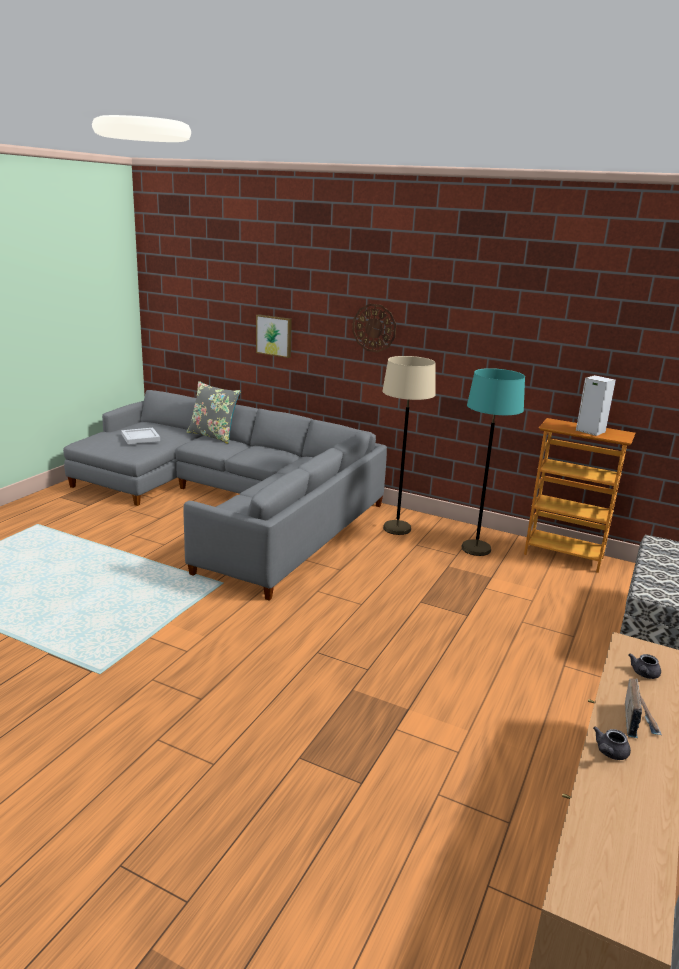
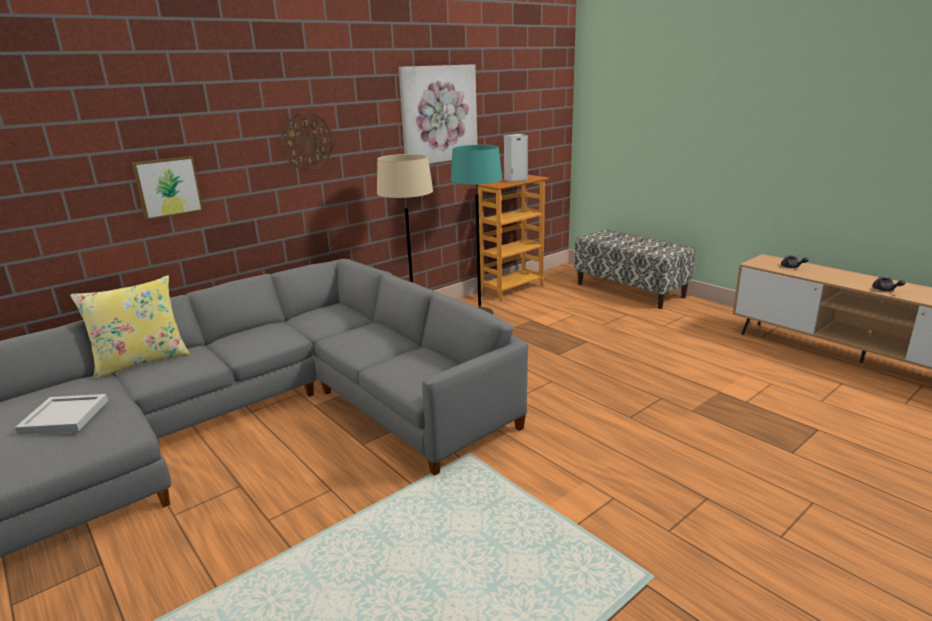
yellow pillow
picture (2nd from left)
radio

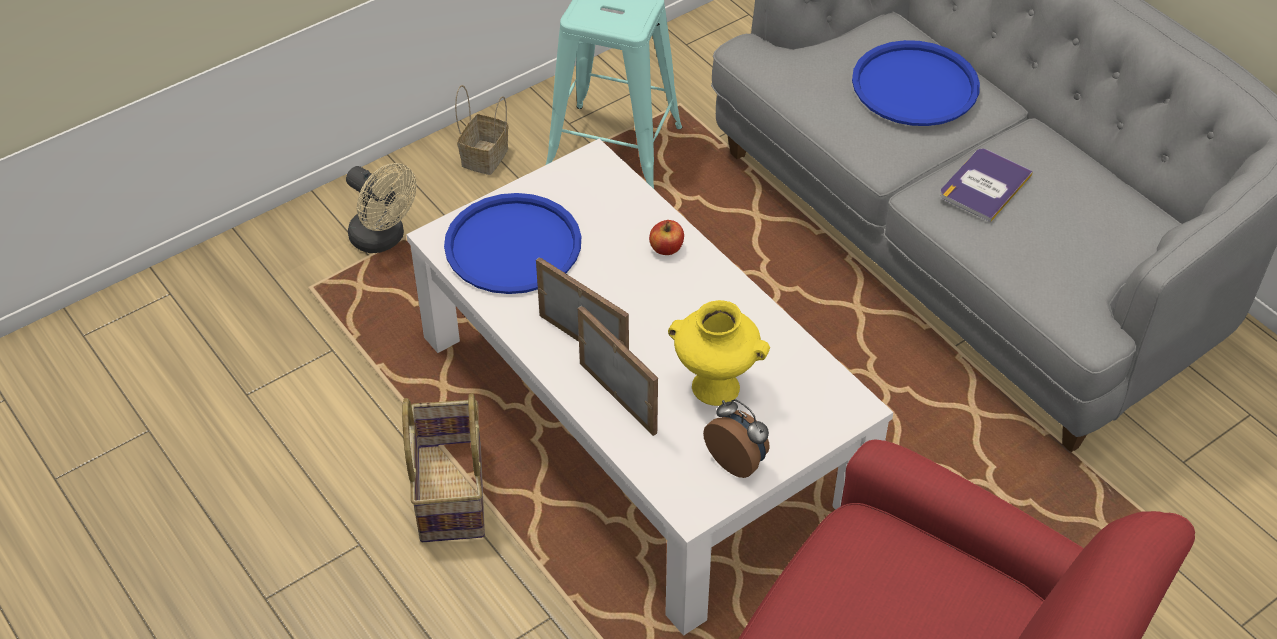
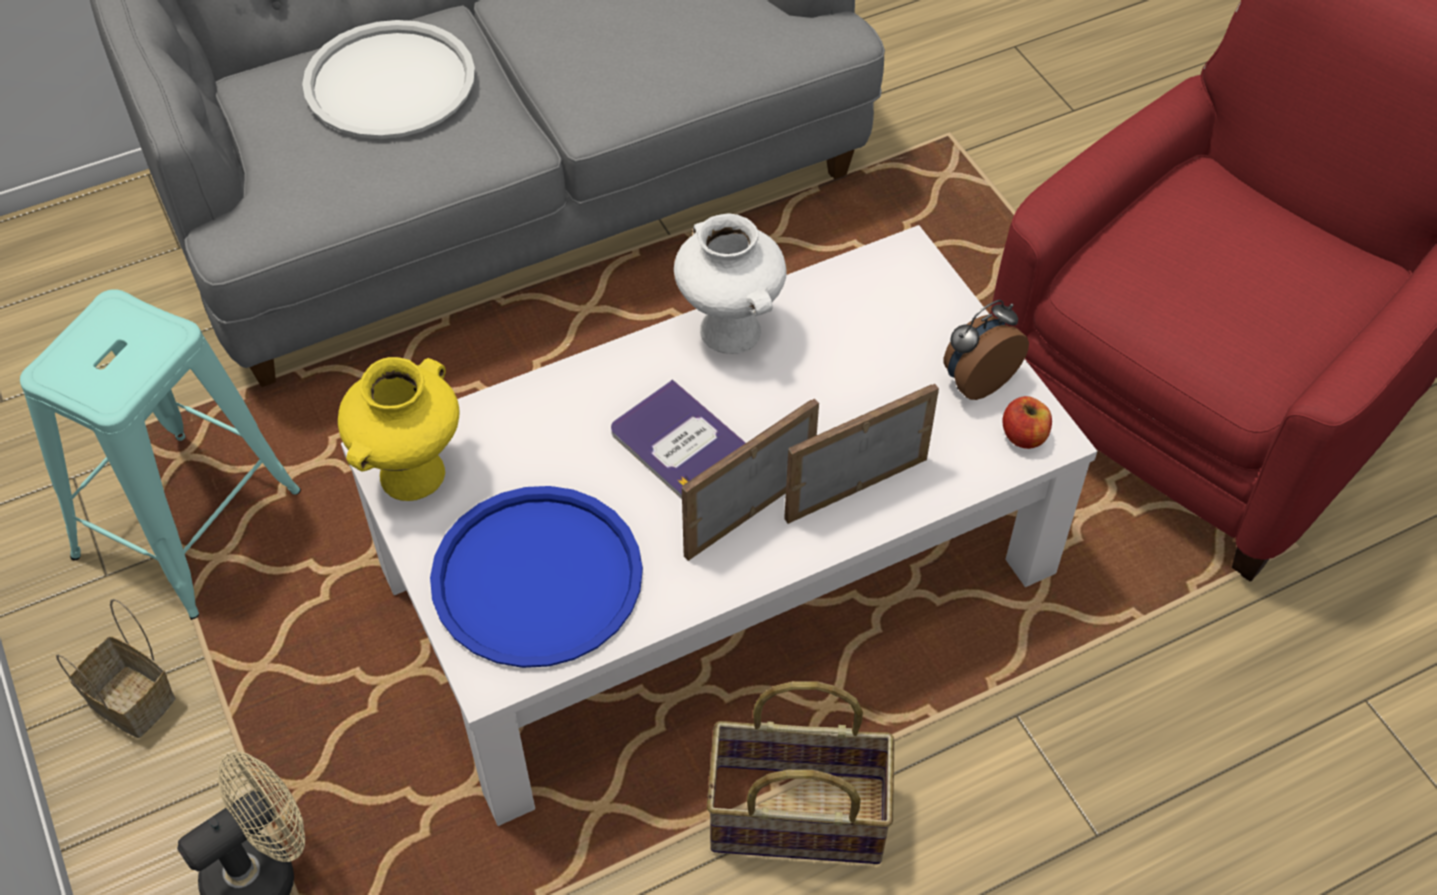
white tray
yellow vase
book
white vase
apple

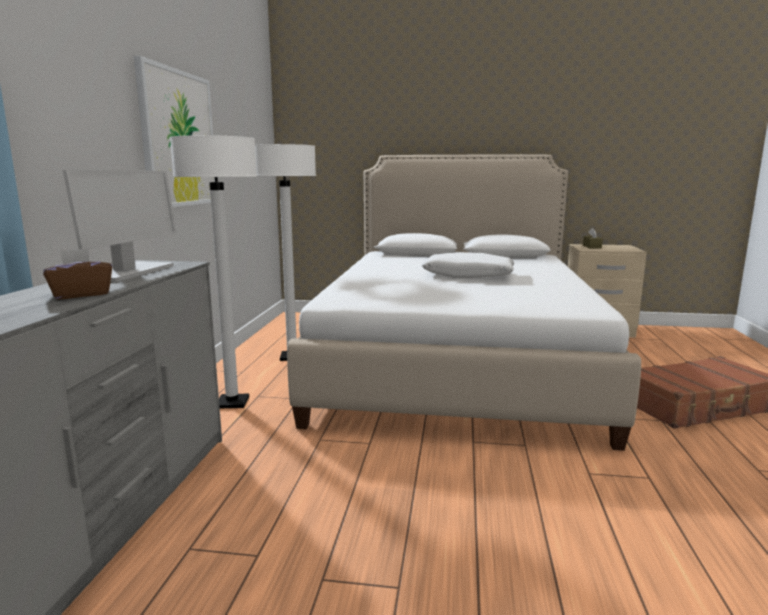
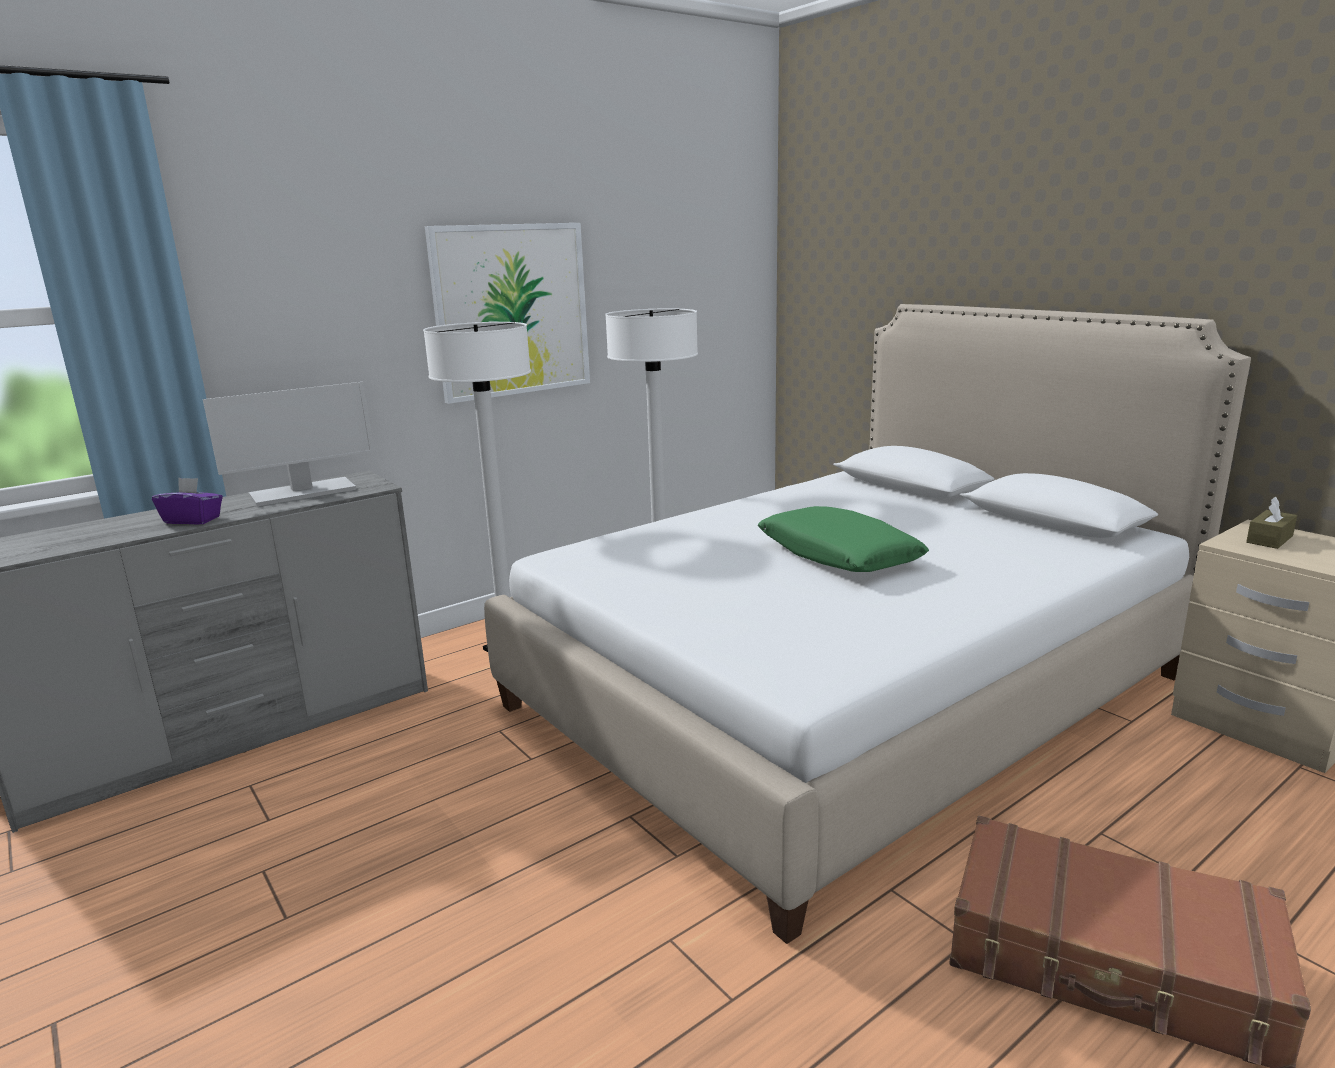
purple tissue box
green pillow

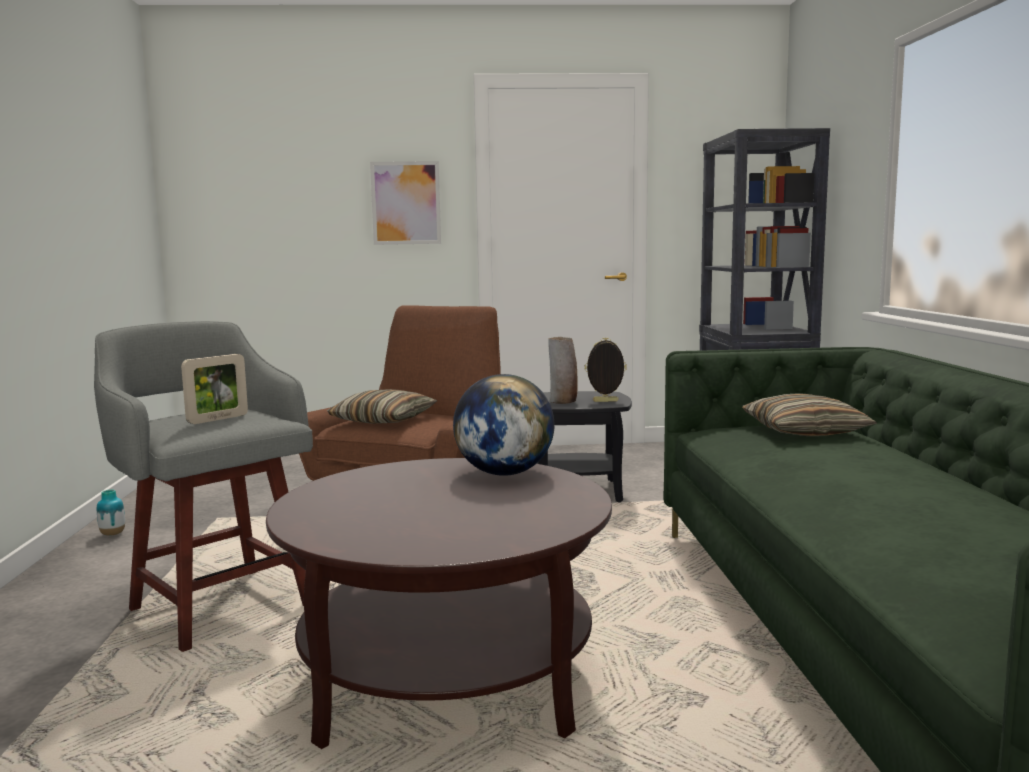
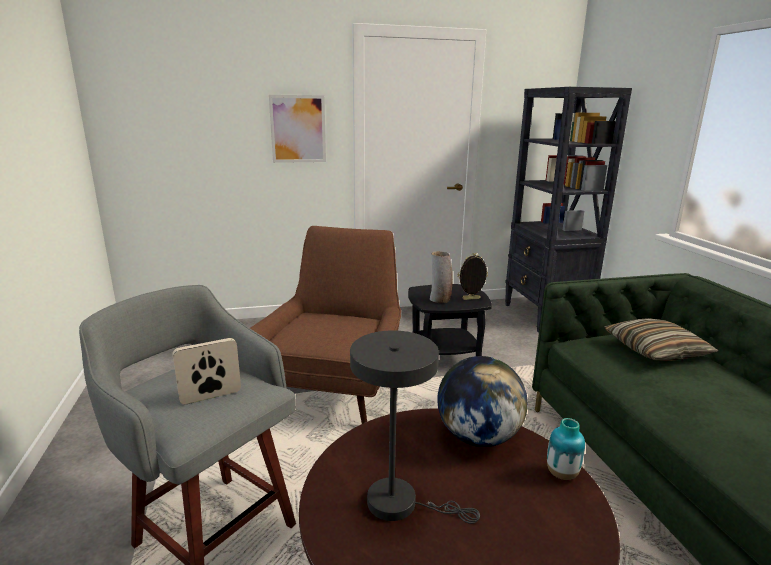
picture frame (1st from left)
grey table lamp
vase (2nd from left)
pillow (1st from left in the first image)

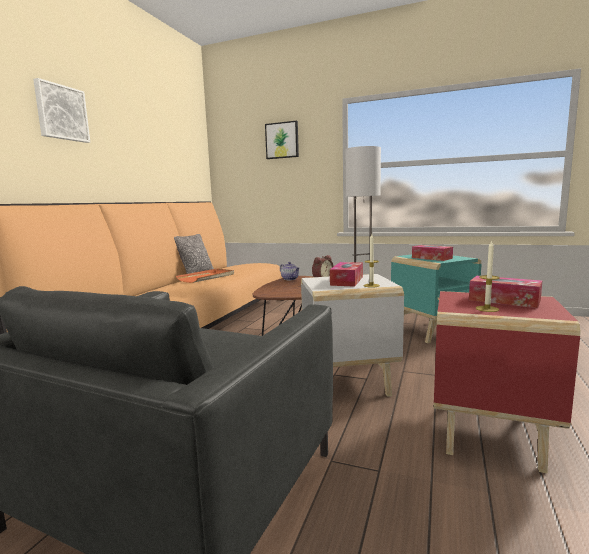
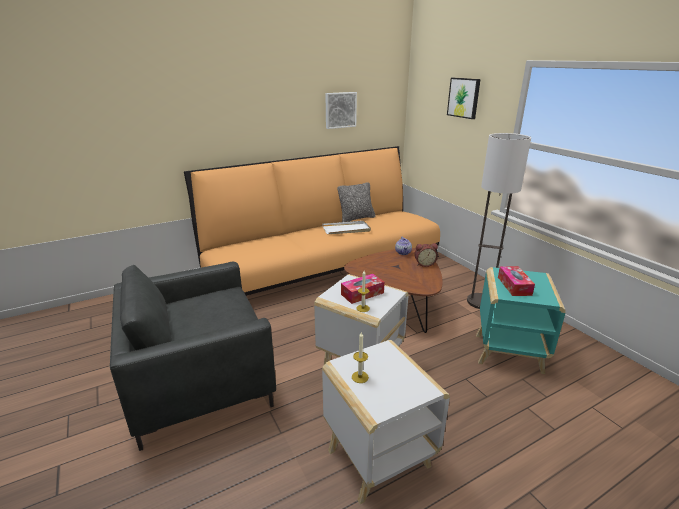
white side table (2nd from left)
white tray
picture (1st from left)
tissue box (3rd from left in the first image)

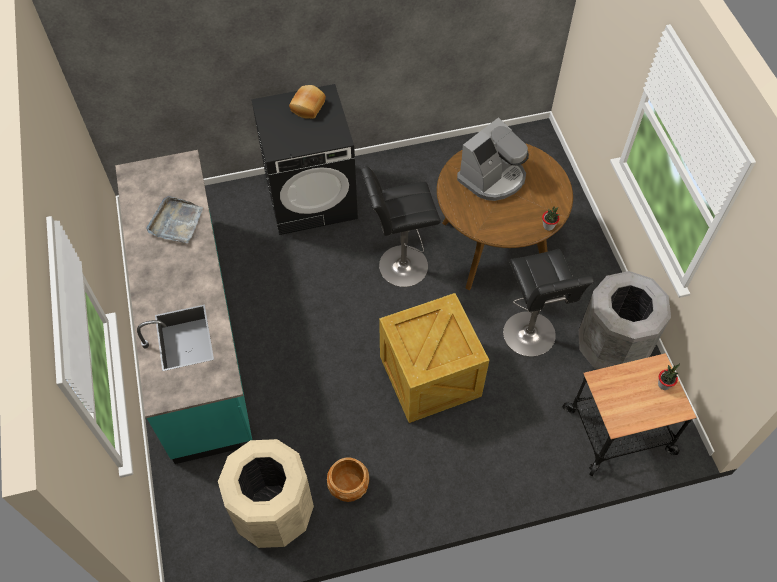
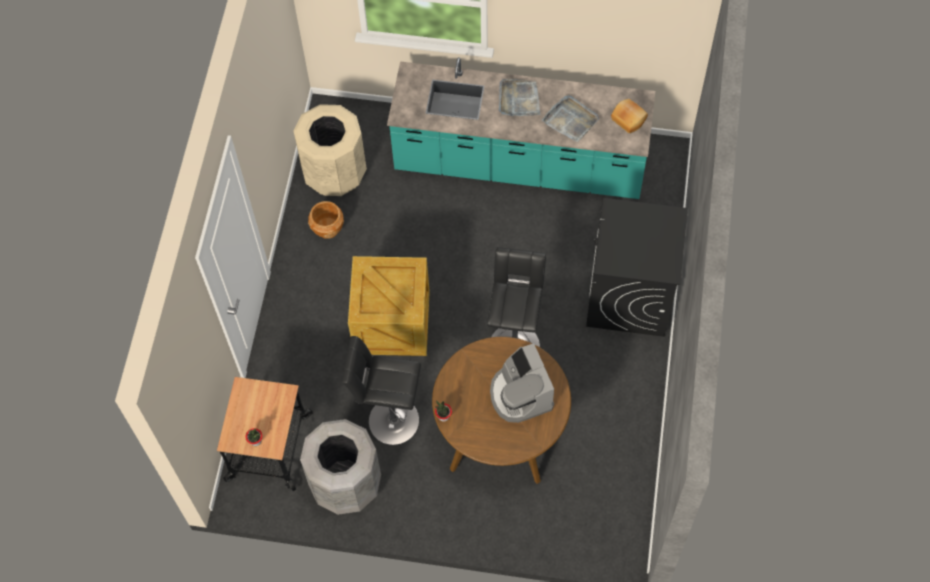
grey tray (1st from left)
bread

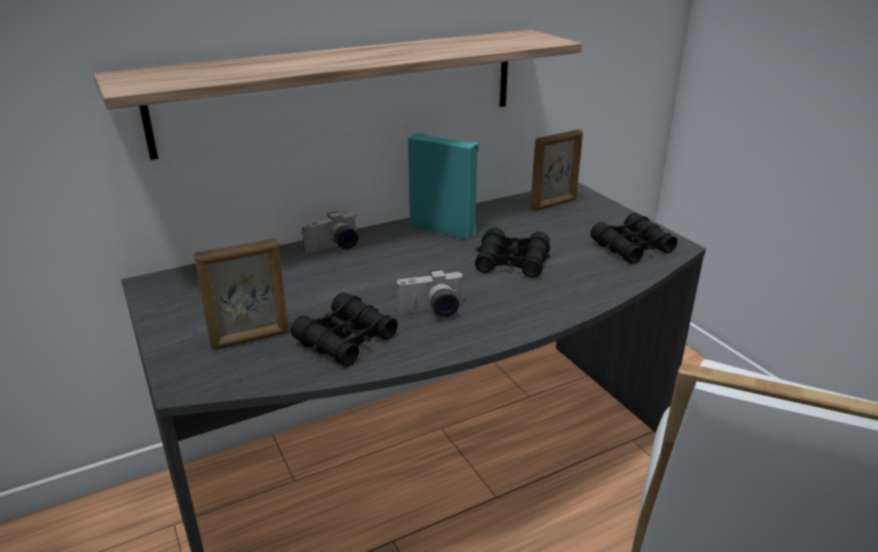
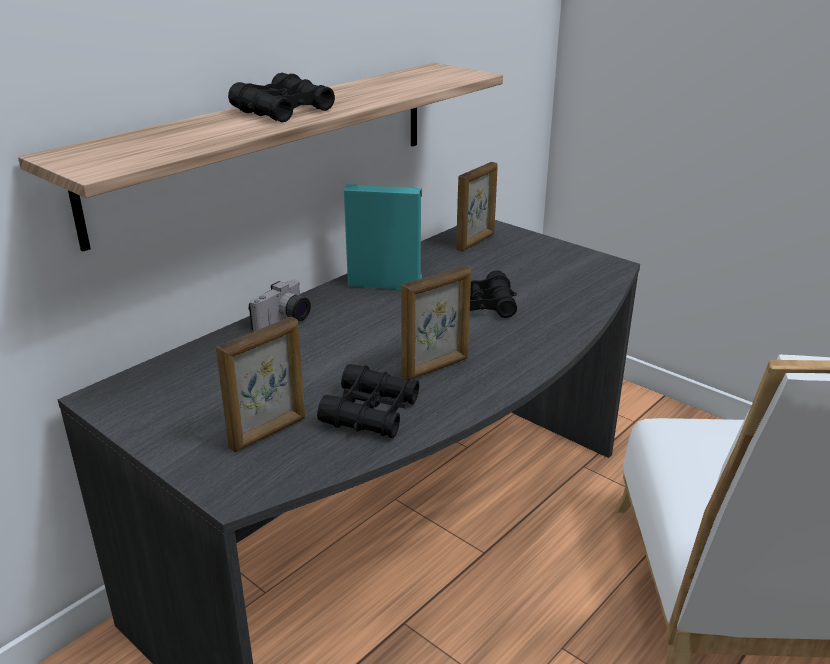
black binoculars (1st from left)
picture frame (2nd from left)

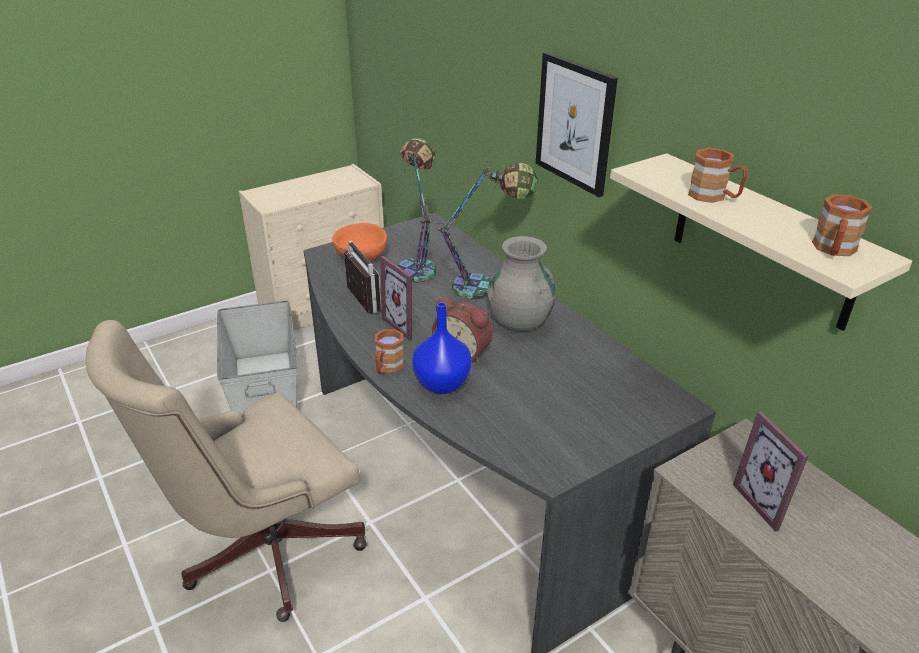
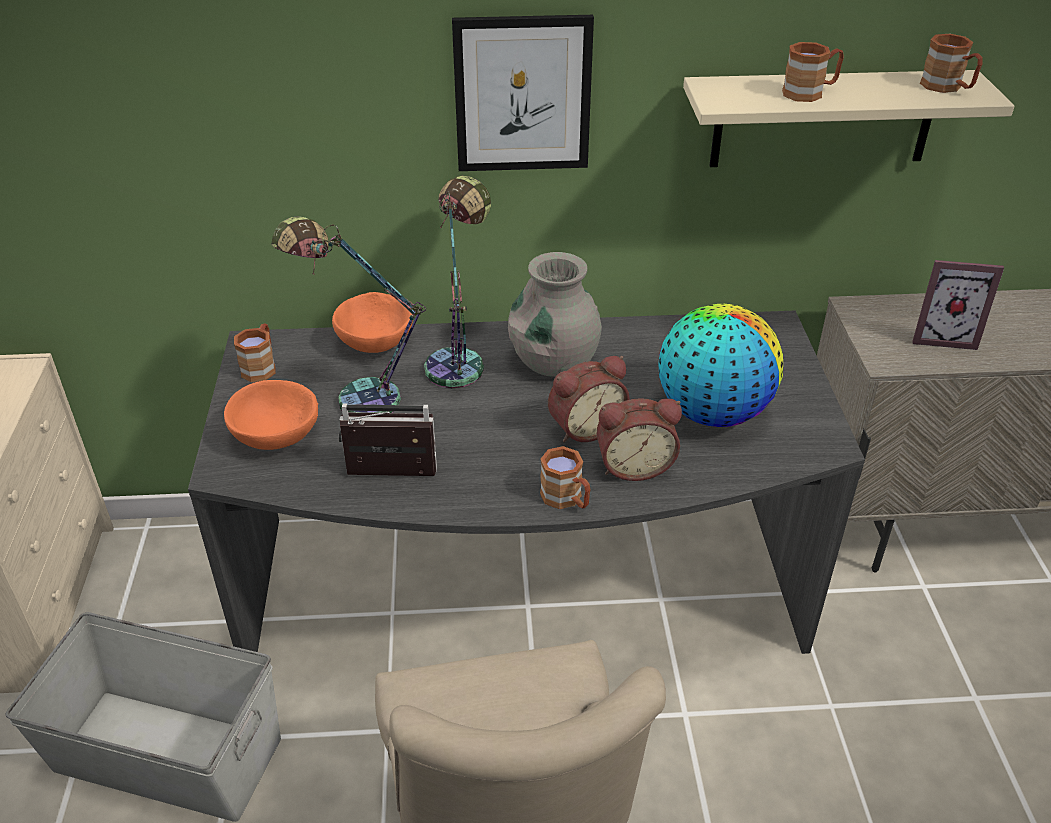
brown mug (1st from left)
orange bowl (2nd from left)
alarm clock (2nd from left)
globe
picture frame (1st from left in the first image)

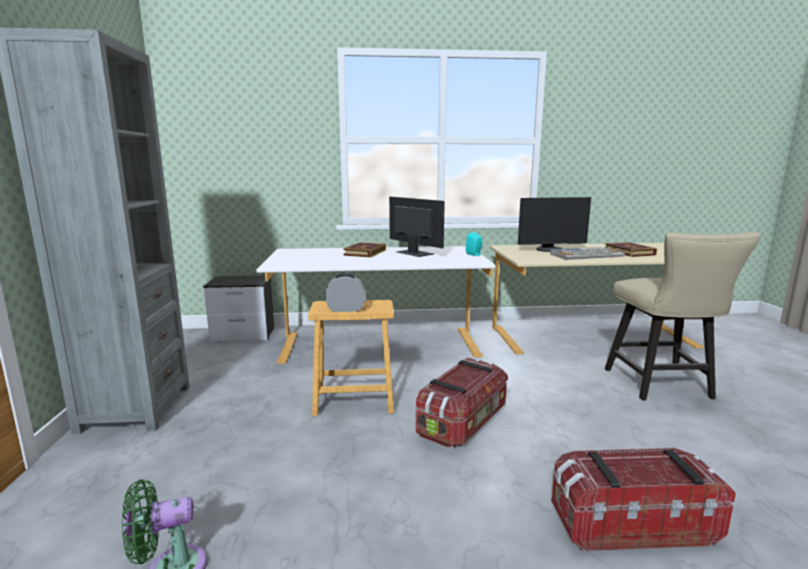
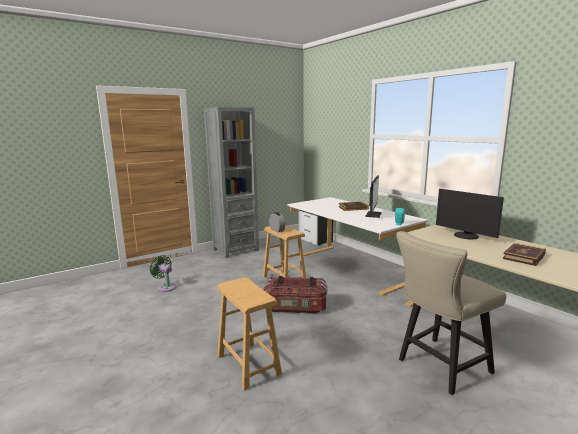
brown stool (1st from left)
keyboard

